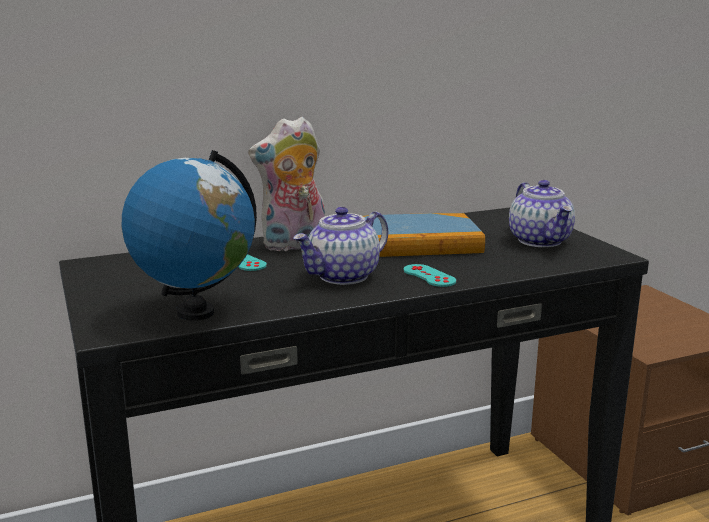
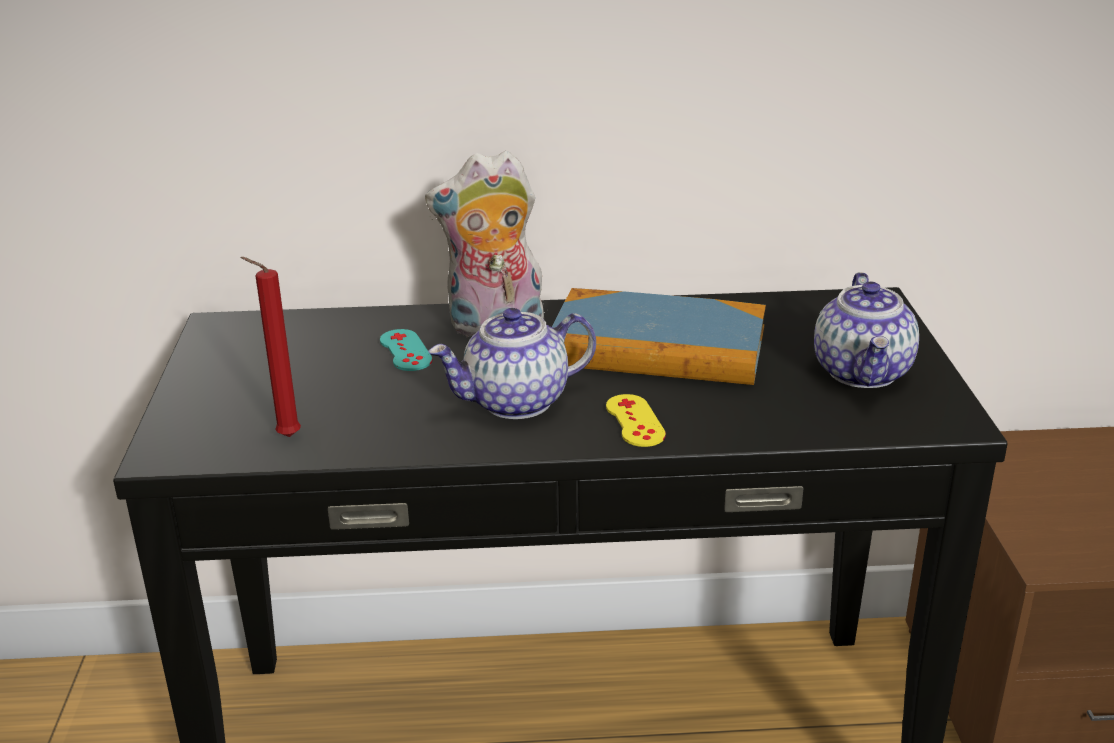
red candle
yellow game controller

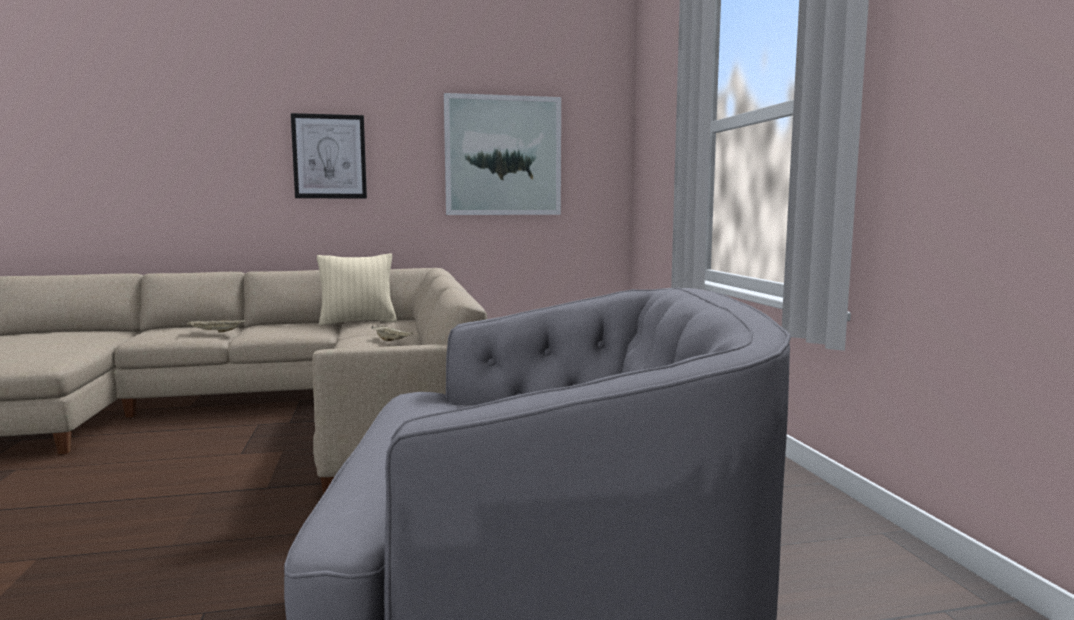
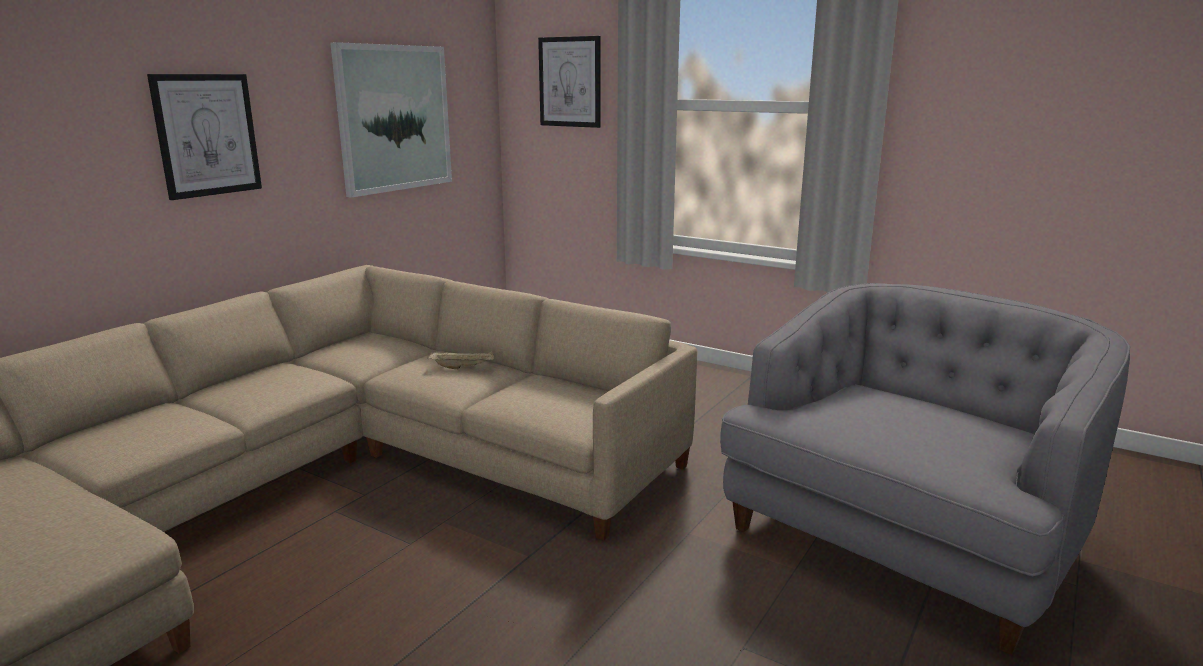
picture (3rd from left)
beige tray (1st from left in the first image)
beige pillow

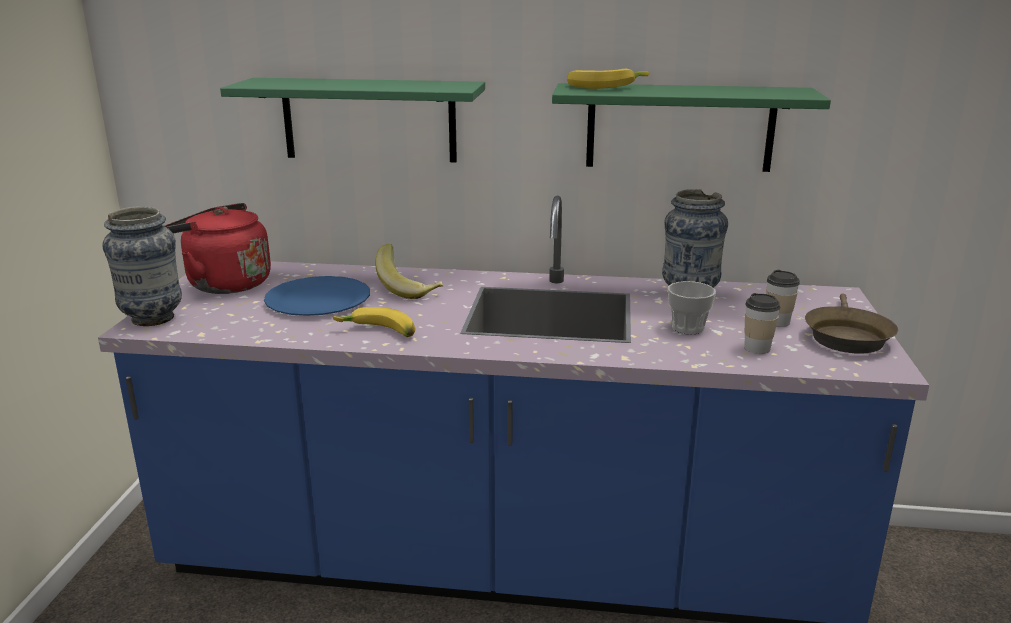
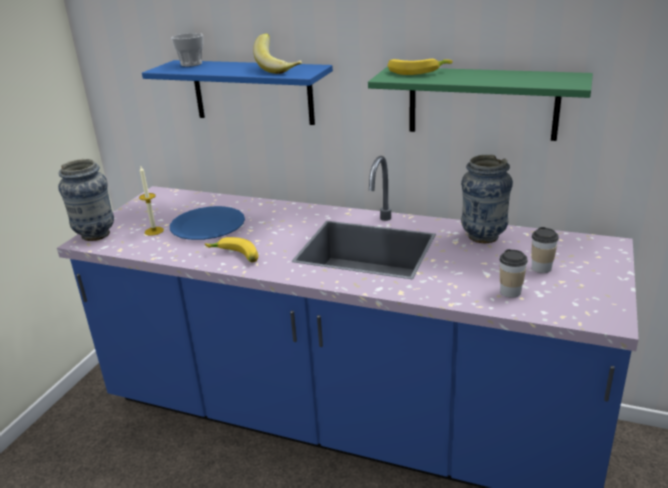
candle
blue shelf
cup (1st from left)
banana (2nd from left)
red kettle
brown frying pan

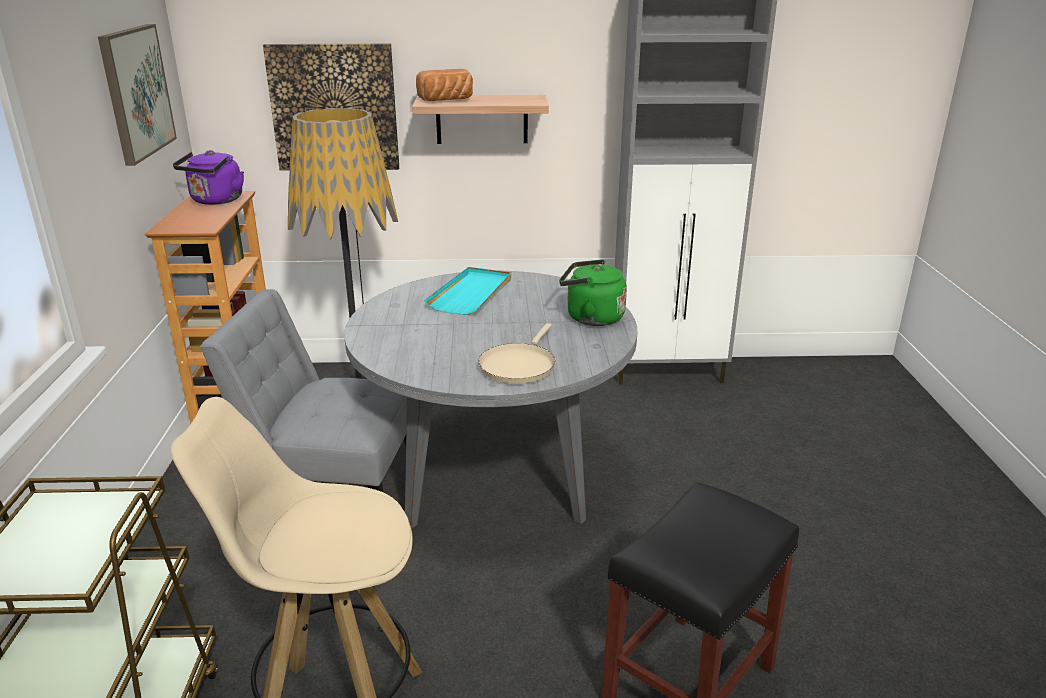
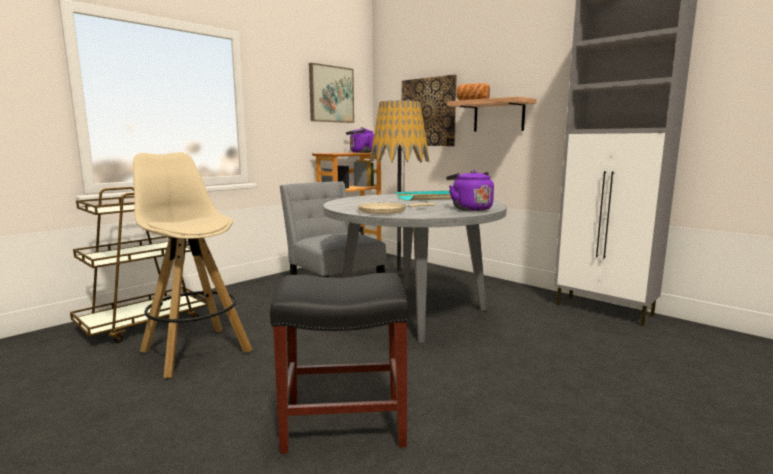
purple kettle (2nd from left)

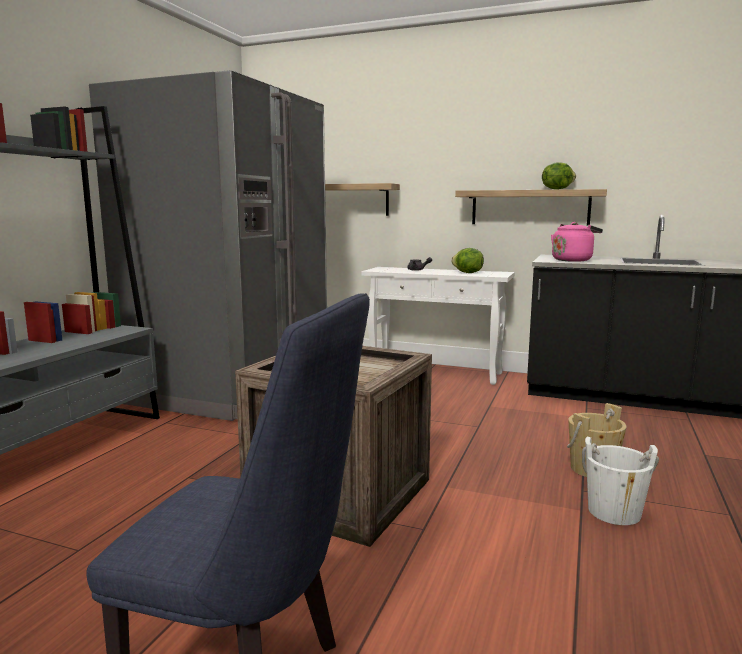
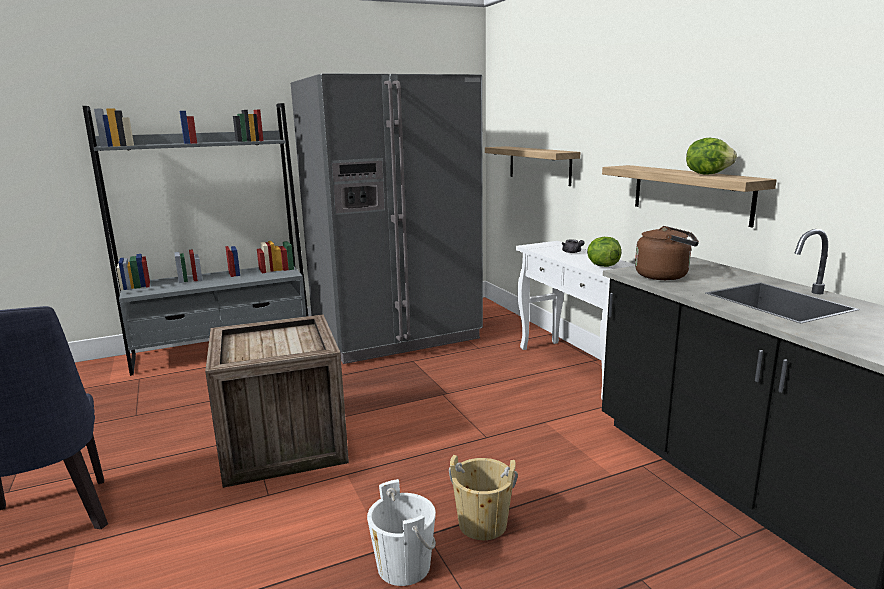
brown kettle

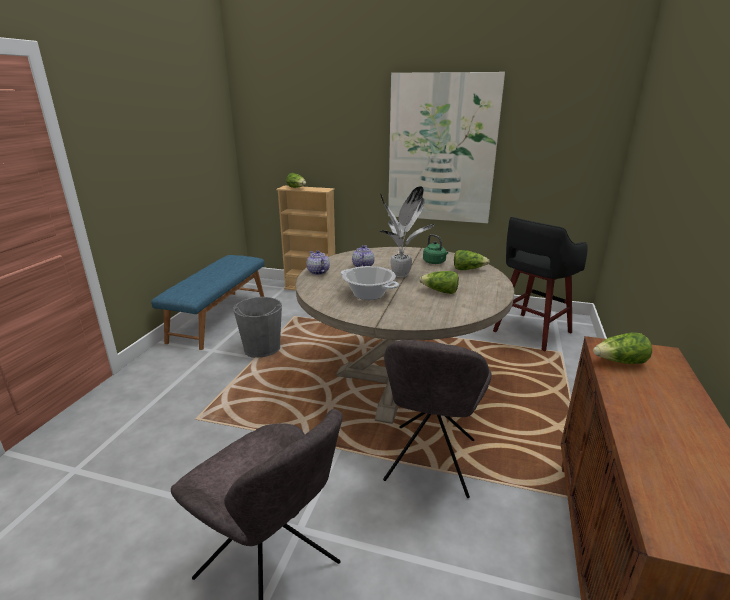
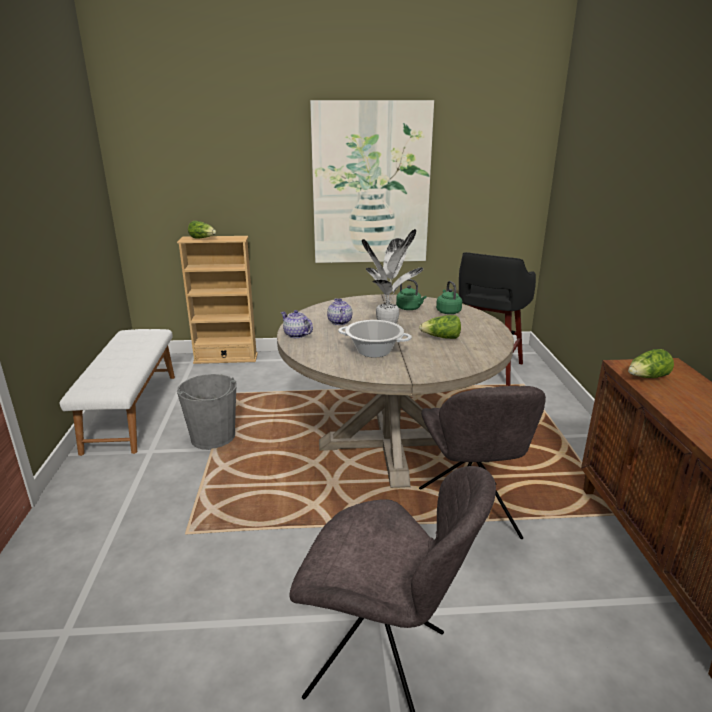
white bench
green kettle (2nd from left)

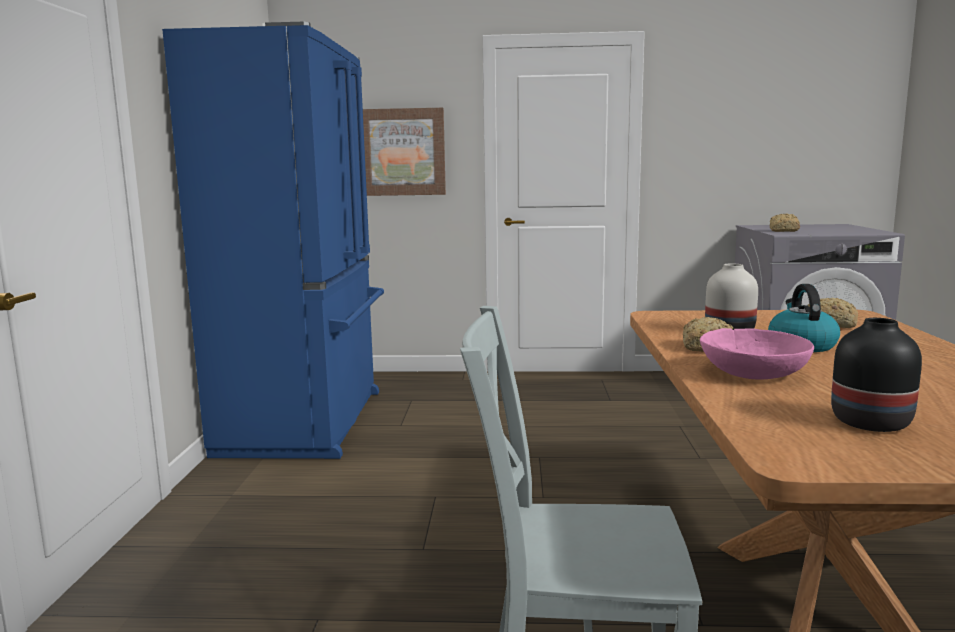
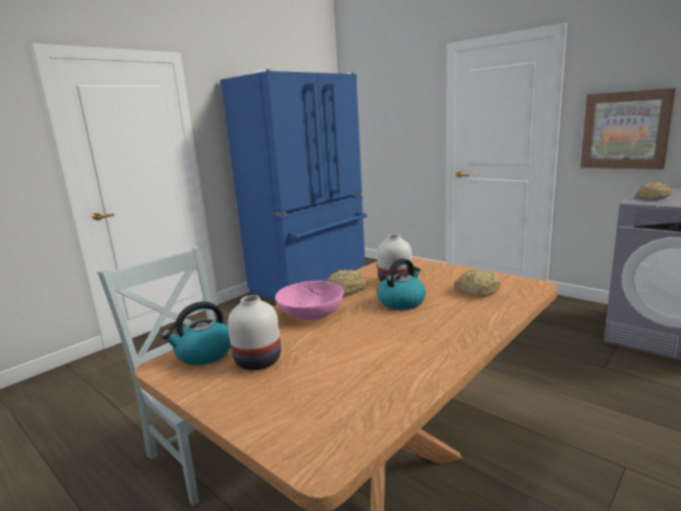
kettle (1st from left)
white vase (1st from left)
picture

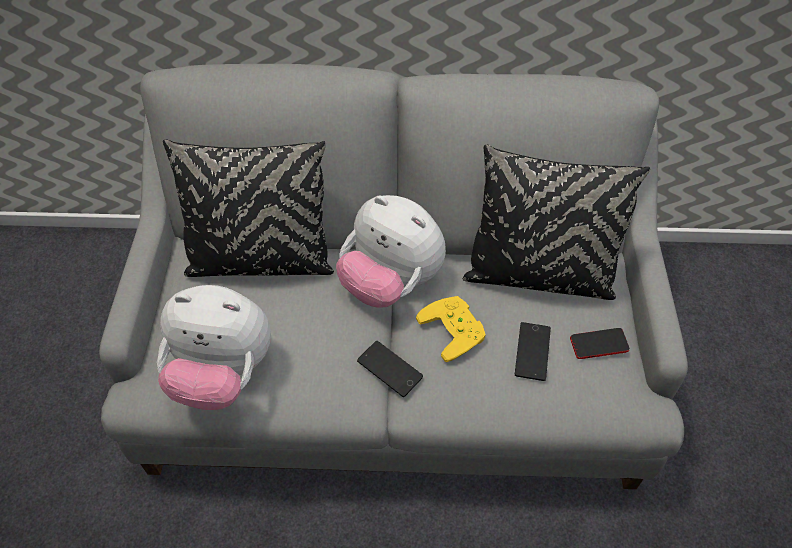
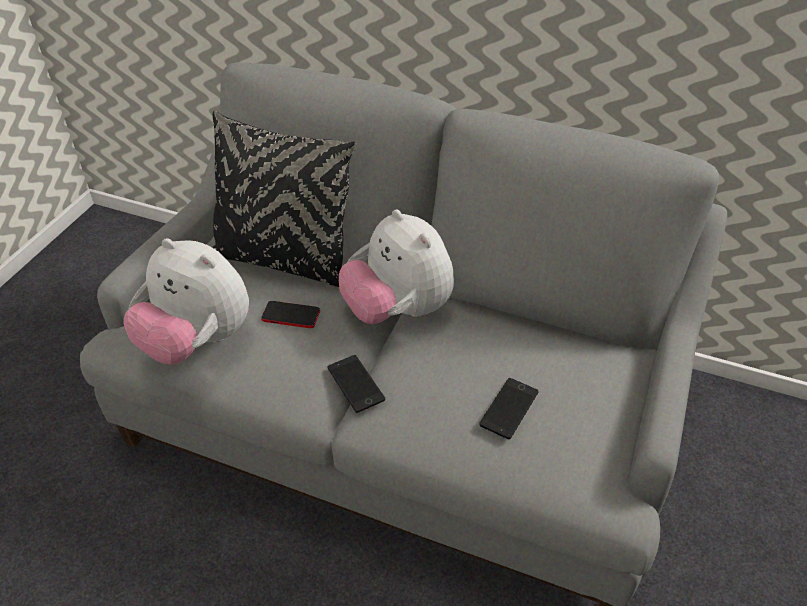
phone (1st from left)
yellow game controller
black pillow (2nd from left in the first image)

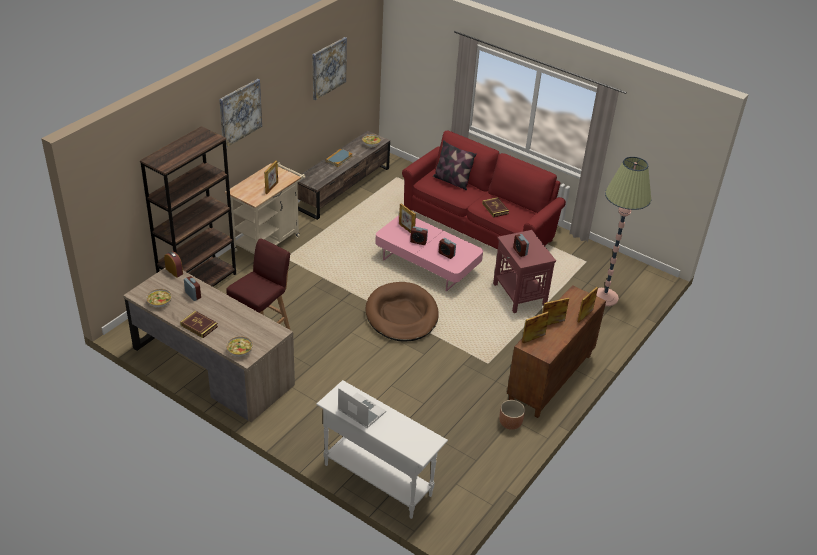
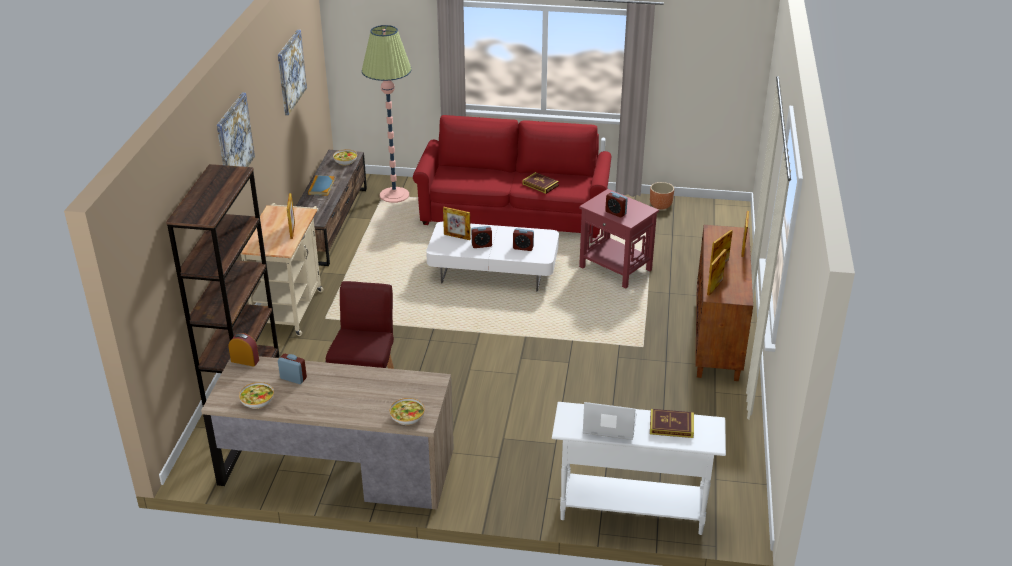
floor lamp
white coffee table
brown planter
book (3rd from left)
brown dog bed
pillow

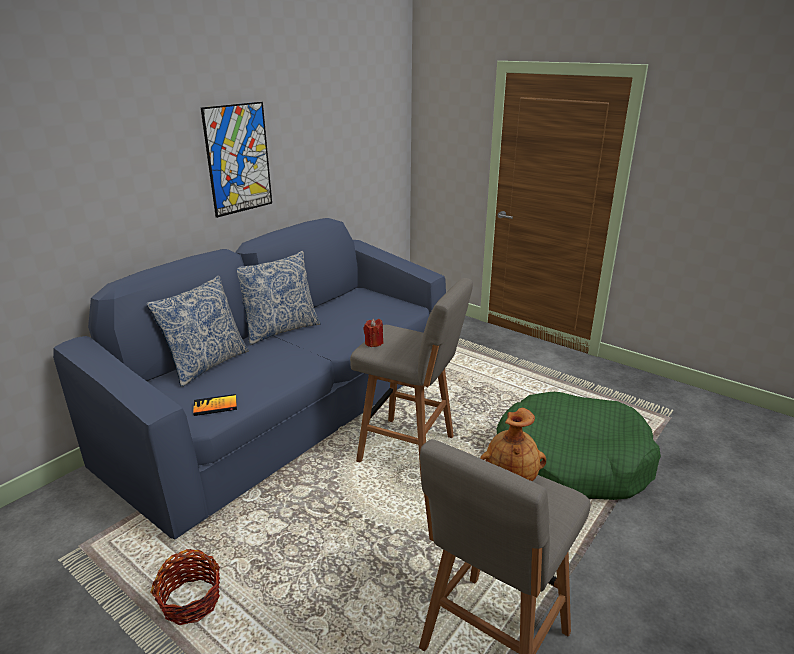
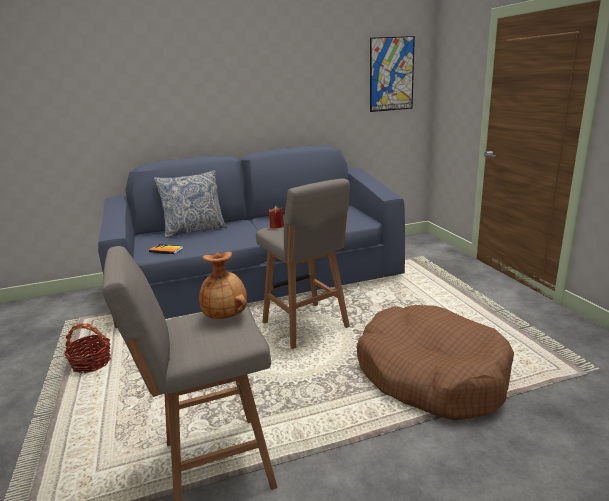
brown dog bed
picture
pillow (2nd from left in the first image)

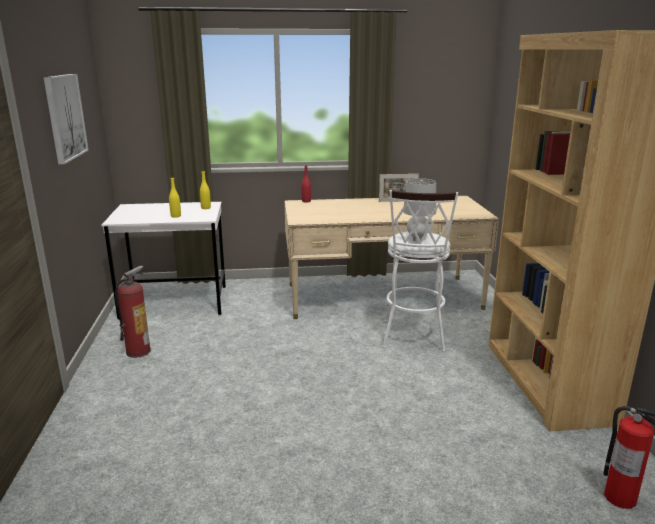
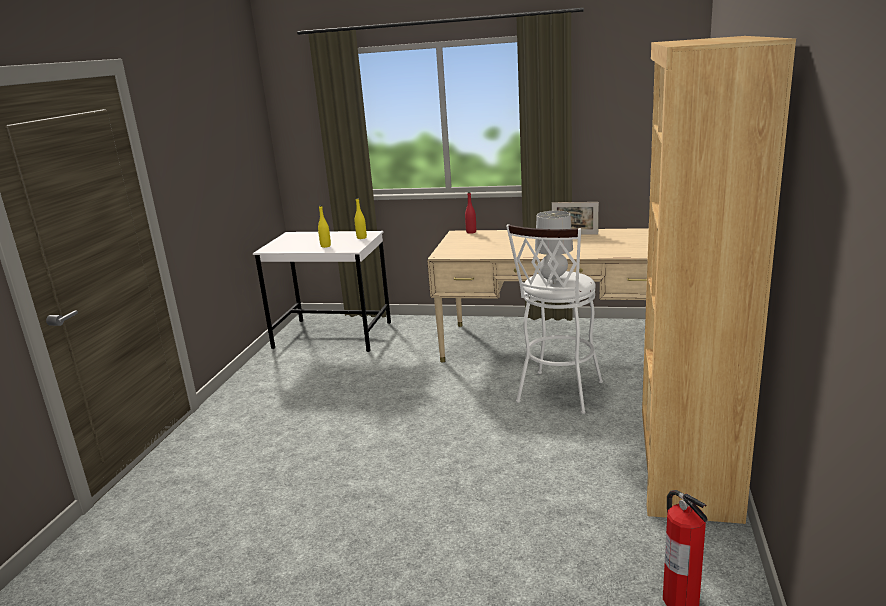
picture
fire extinguisher (1st from left in the first image)

